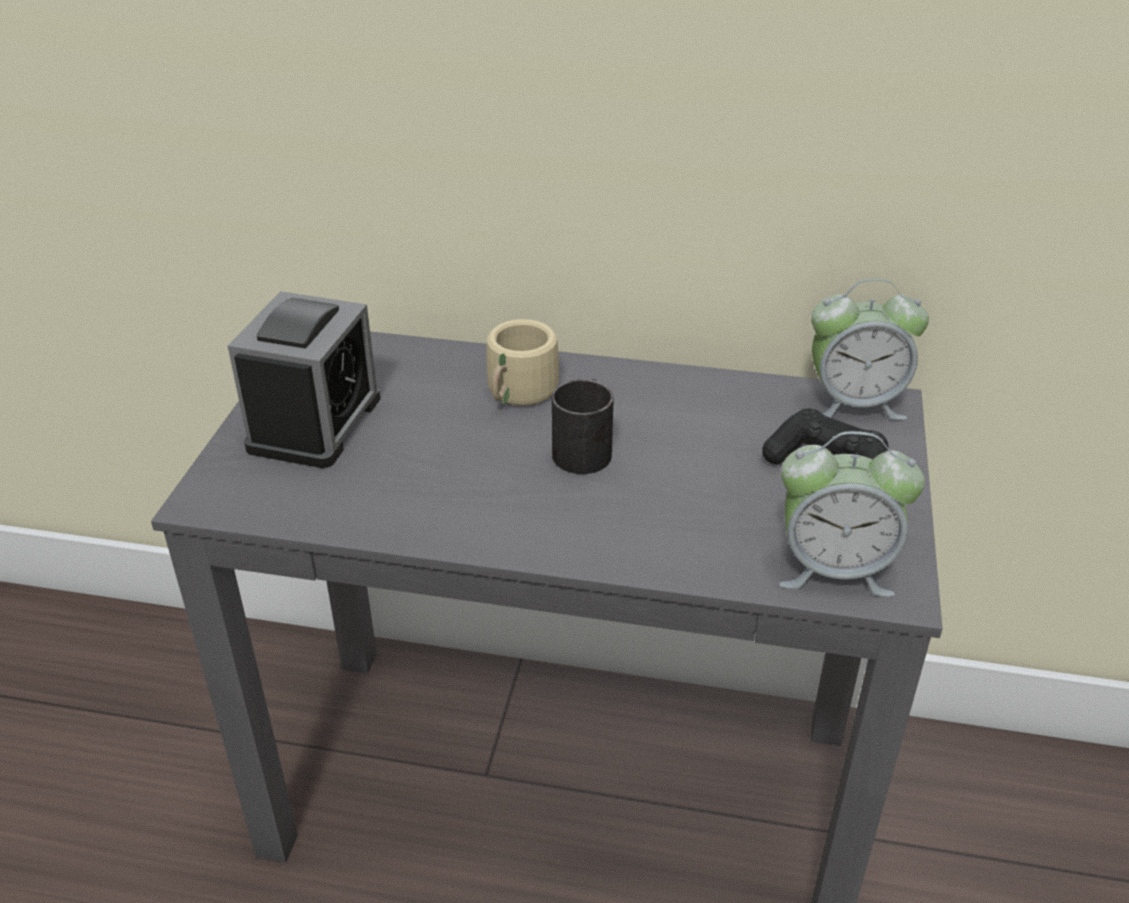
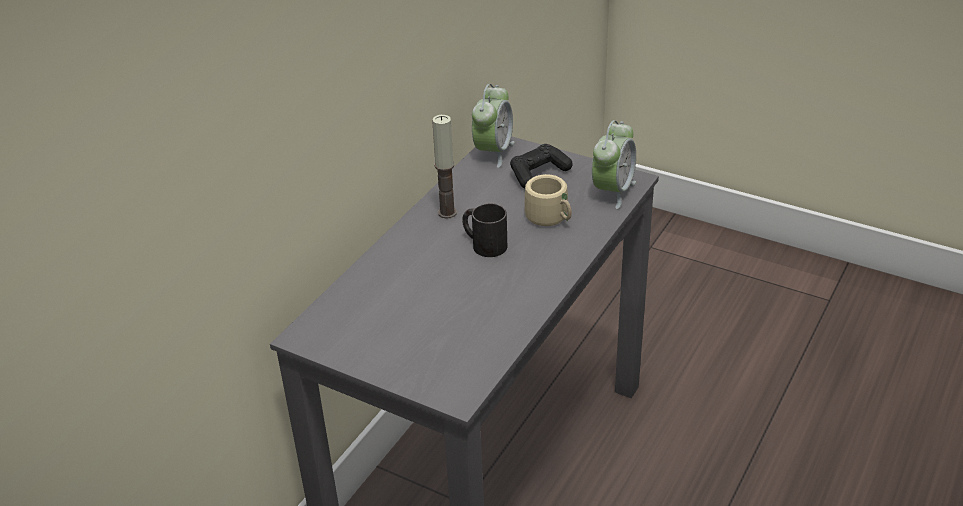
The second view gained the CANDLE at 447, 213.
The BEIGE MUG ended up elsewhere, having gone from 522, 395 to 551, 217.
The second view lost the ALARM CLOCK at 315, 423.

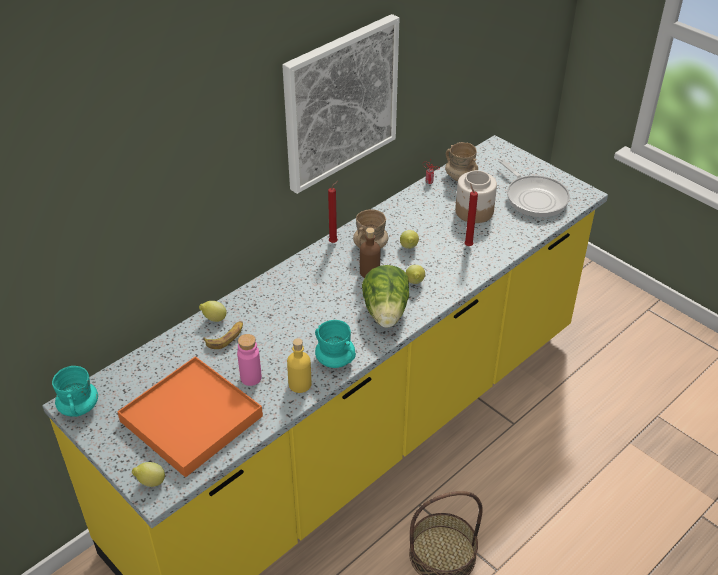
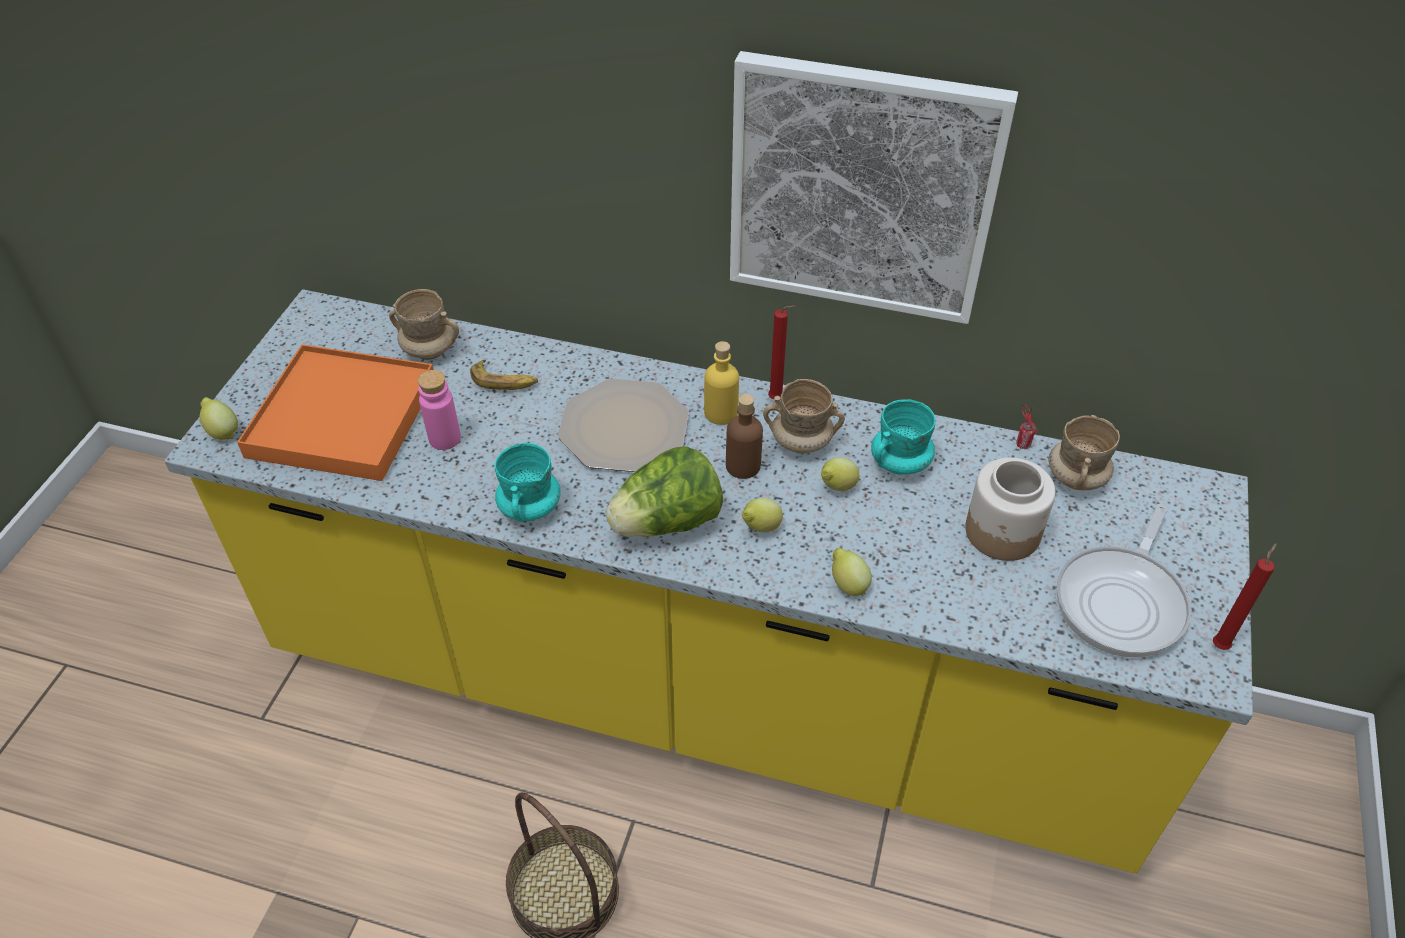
The second view gained the BEIGE MUG at 430, 350.
The second view gained the PLATE at 622, 427.
The YELLOW BOTTLE ended up elsewhere, having gone from 300, 384 to 721, 413.
The LEMON ended up elsewhere, having gone from 214, 319 to 848, 584.
The TURQUOISE MUG ended up elsewhere, having gone from 79, 408 to 900, 463.
The RED CANDLE ended up elsewhere, having gone from 467, 245 to 1220, 644.

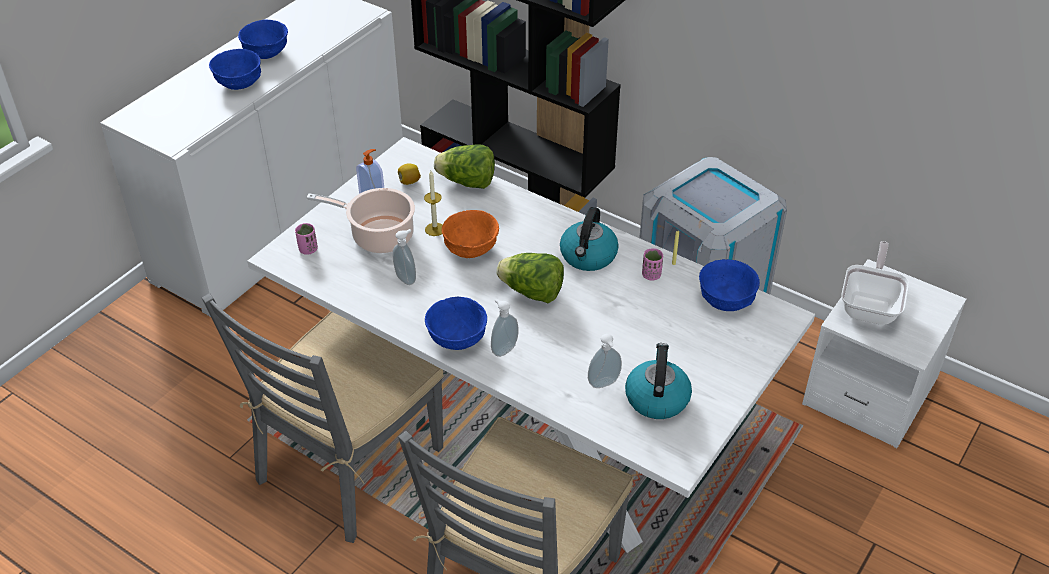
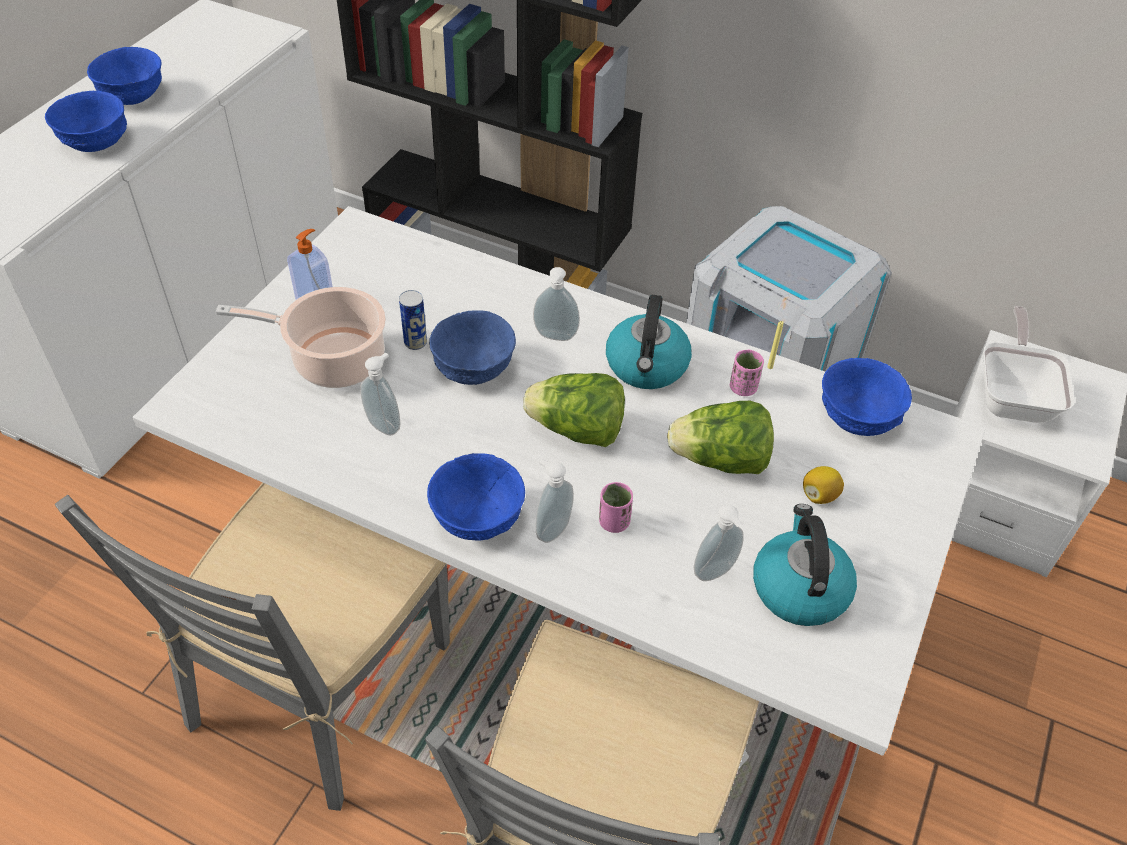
Where the CANDLE stood at 435, 229, the CAN came to stand at 415, 342.
What was the ORANGE BOWL at 471, 249 turned into the BLUE BOWL at 474, 369.
The second view gained the SOAP DISPENSER at 555, 337.
The PINK CUP ended up elsewhere, having gone from 308, 249 to 614, 522.
The LETTUCE ended up elsewhere, having gone from 467, 182 to 720, 460.
The LEMON ended up elsewhere, having gone from 409, 182 to 819, 495.

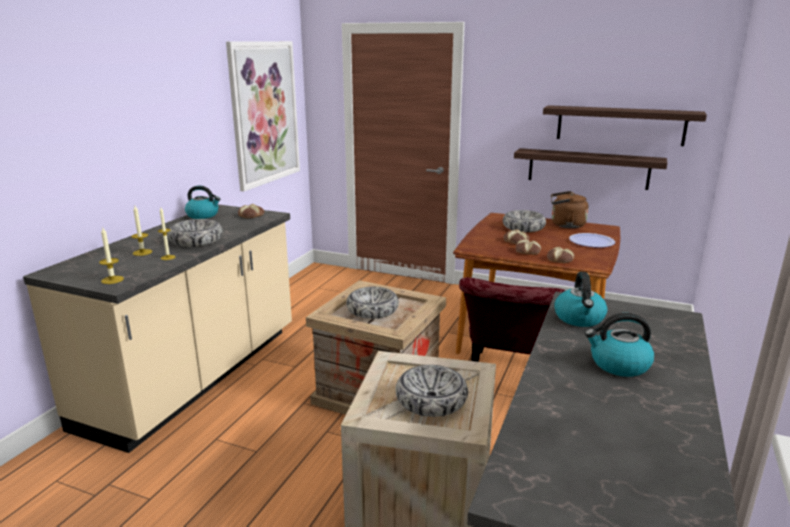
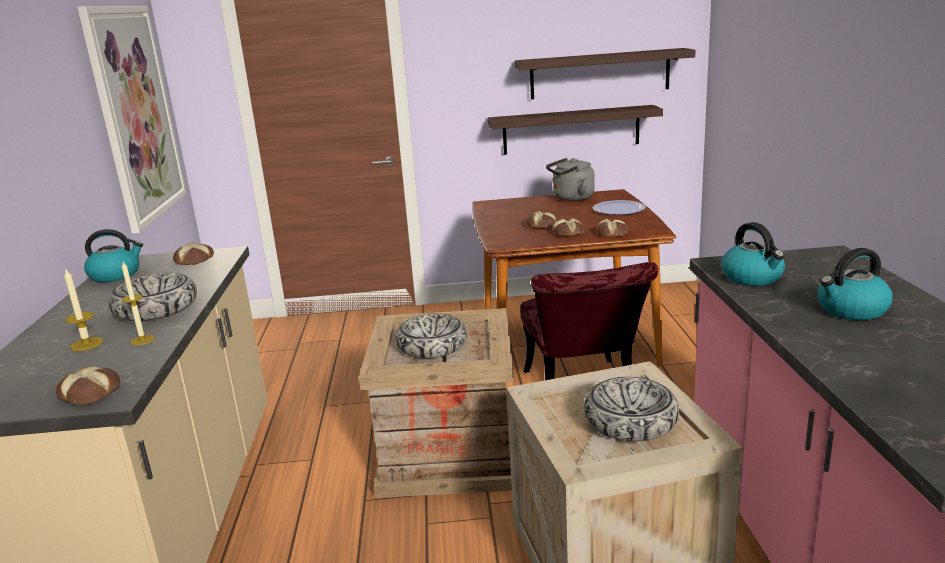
Where the CANDLE stood at 112, 280, the BREAD came to stand at 91, 392.
What was the BROWN KETTLE at 565, 225 turned into the GREY KETTLE at 571, 198.
The second view lost the BOWL at 523, 227.

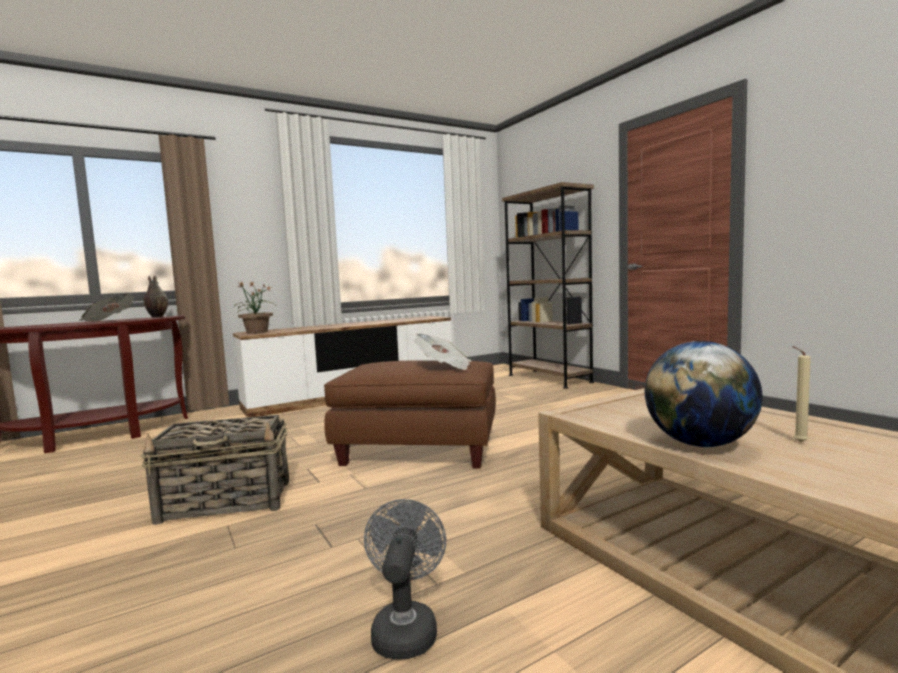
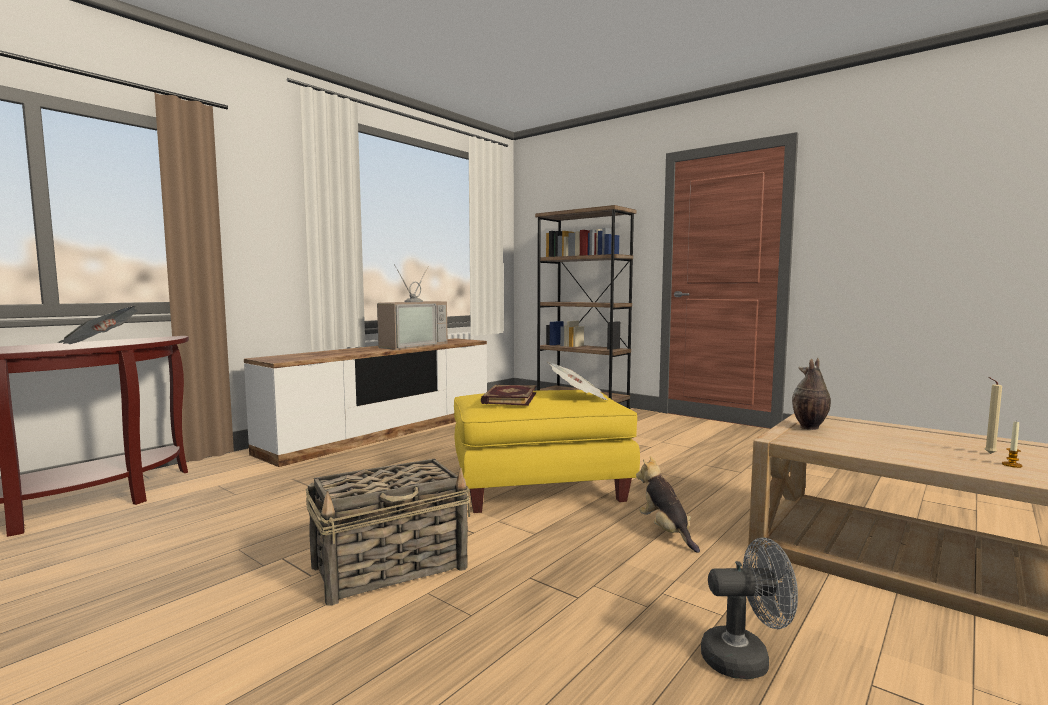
The second view gained the TELEVISION at 411, 345.
What was the BROWN OTTOMAN at 419, 449 turned into the YELLOW OTTOMAN at 540, 487.
The second view gained the BOOK at 508, 398.
The second view gained the PLUSH TOY at 666, 532.
The GREY FAN at 405, 628 ended up facing another way, 105 degrees clockwise from before.
The VASE ended up elsewhere, having gone from 156, 317 to 809, 427.
The second view gained the CANDLE at 1011, 465.
The second view lost the POTTED PLANT at 257, 332.
The second view lost the GLOBE at 700, 444.

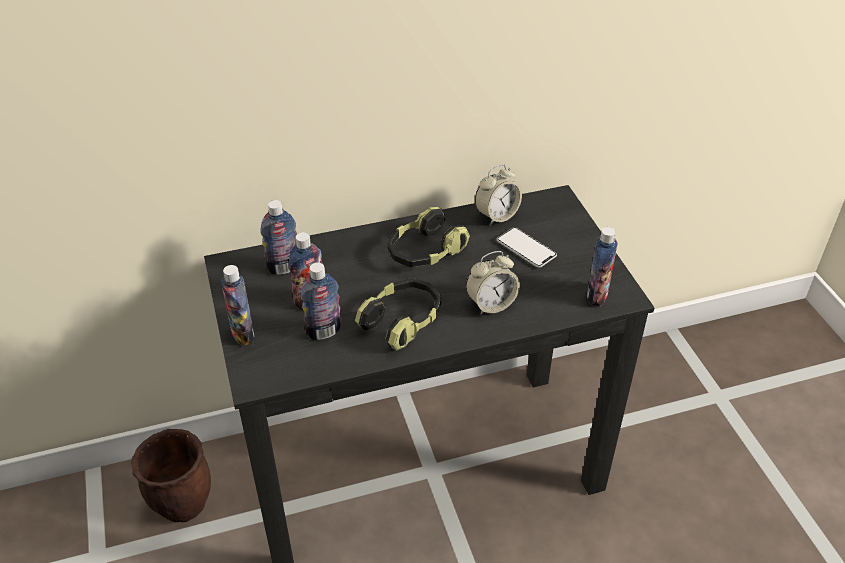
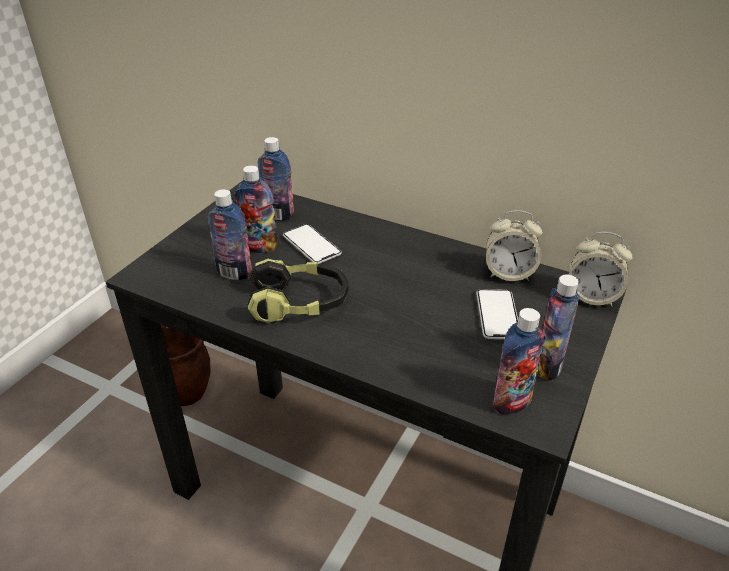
The second view gained the PHONE at 311, 245.
The BOTTLE ended up elsewhere, having gone from 243, 334 to 548, 366.
The ALARM CLOCK ended up elsewhere, having gone from 491, 304 to 592, 296.
The second view lost the HEADPHONES at 425, 252.

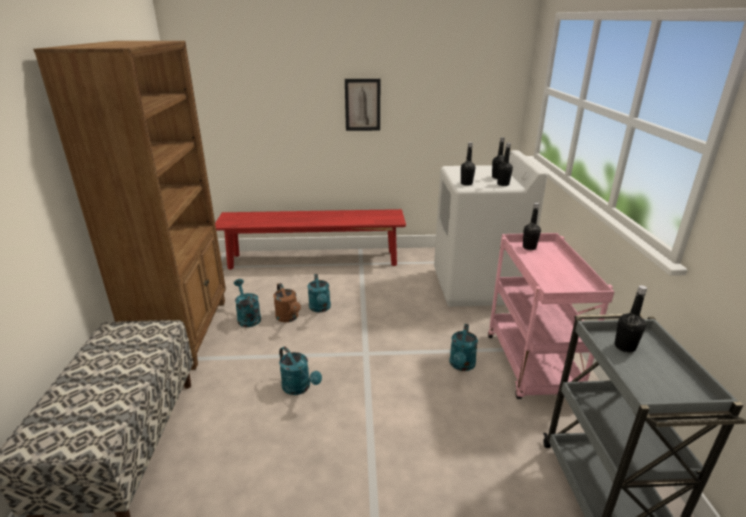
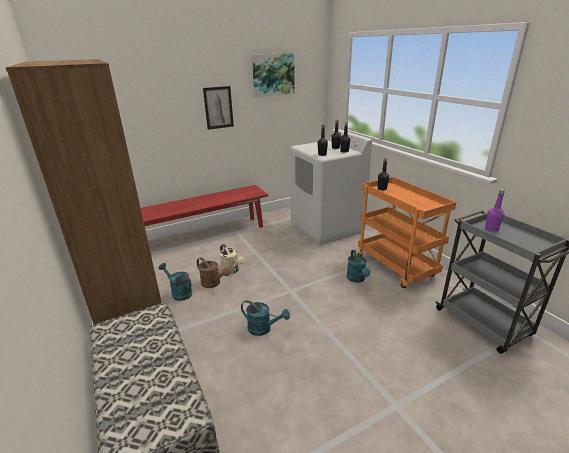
What was the TURQUOISE WATERING CAN at 320, 308 turned into the BEIGE WATERING CAN at 232, 270.
The second view gained the PICTURE at 273, 74.
What was the PINK CART at 532, 367 turned into the ORANGE CART at 396, 267.
What was the BLACK BOTTLE at 624, 347 turned into the PURPLE BOTTLE at 491, 229.

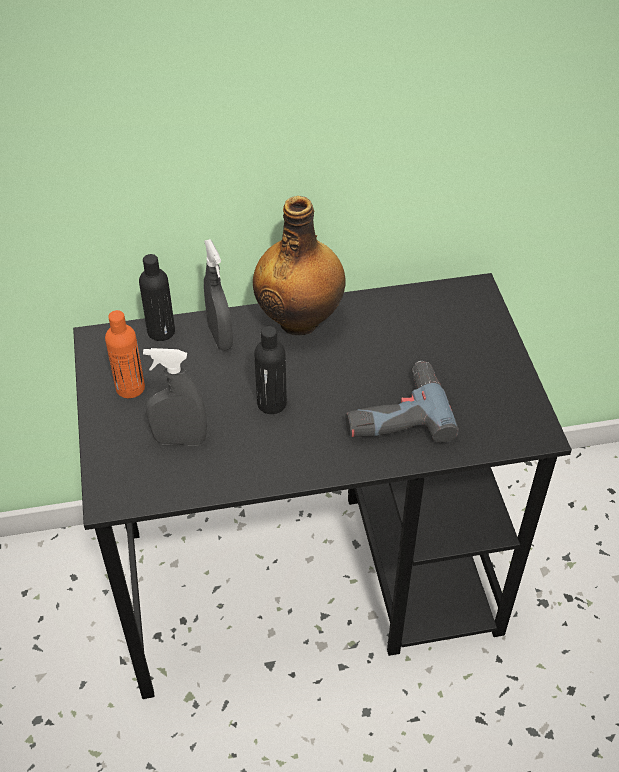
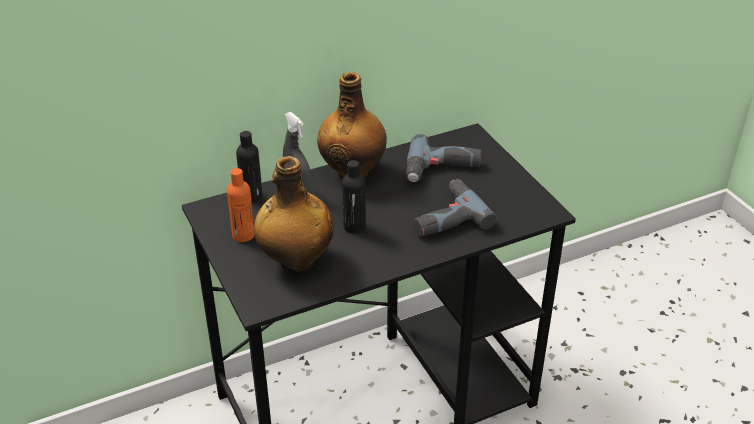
Where the GREY SPRAY BOTTLE stood at 180, 440, the BOTTLE came to stand at 295, 260.
The second view gained the POWER DRILL at 442, 170.

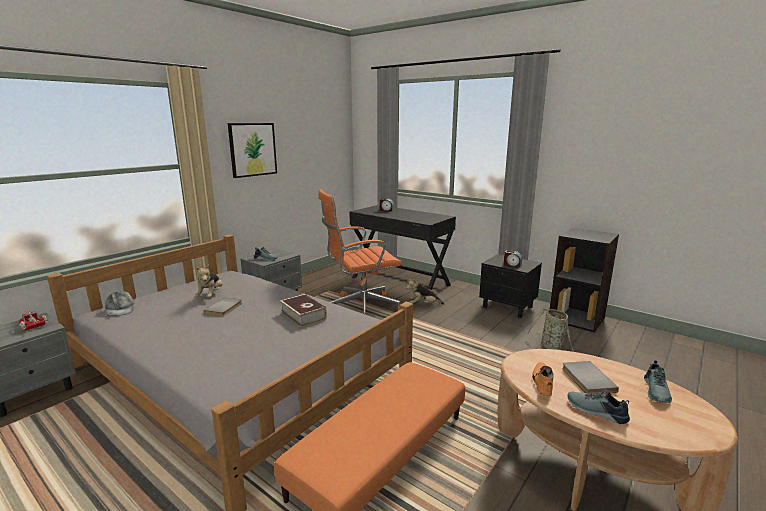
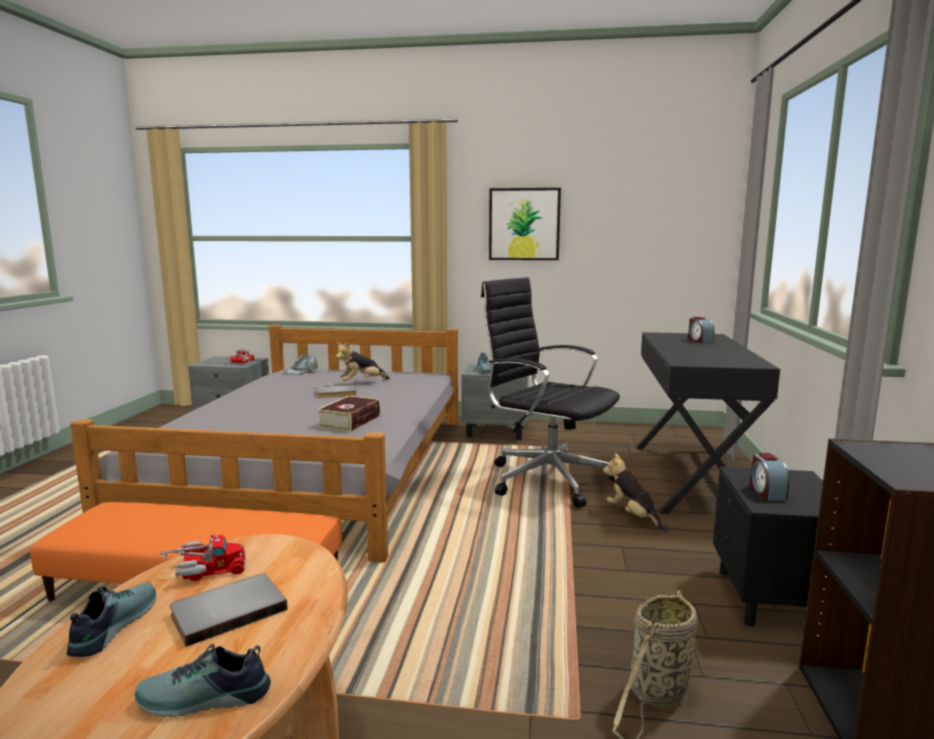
Where the ORANGE SHOE stood at 542, 382, the TOY TRUCK came to stand at 204, 570.
What was the ORANGE OFFICE CHAIR at 361, 308 turned into the BLACK OFFICE CHAIR at 547, 479.

